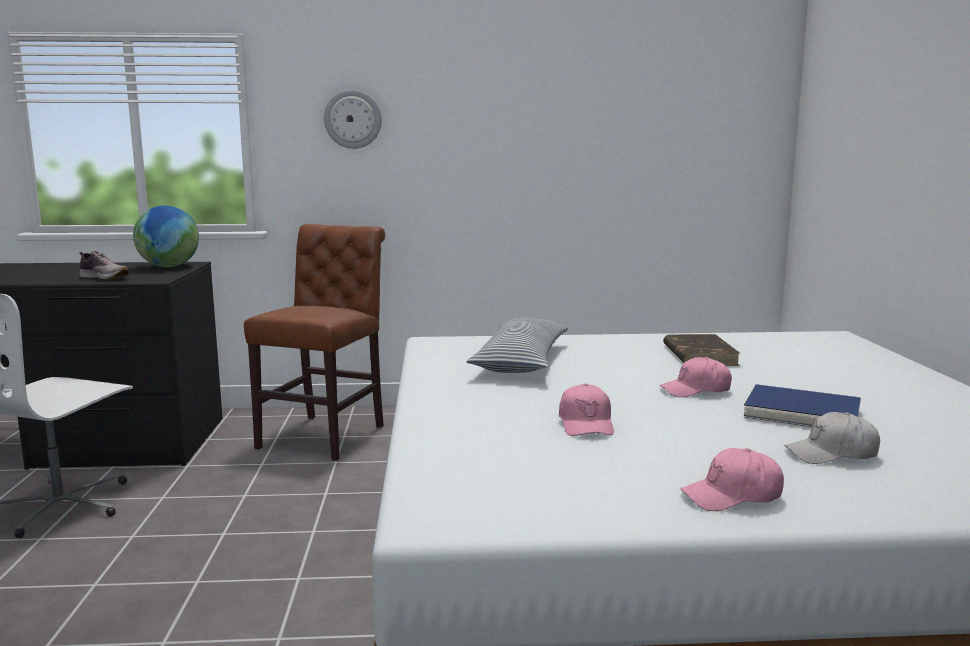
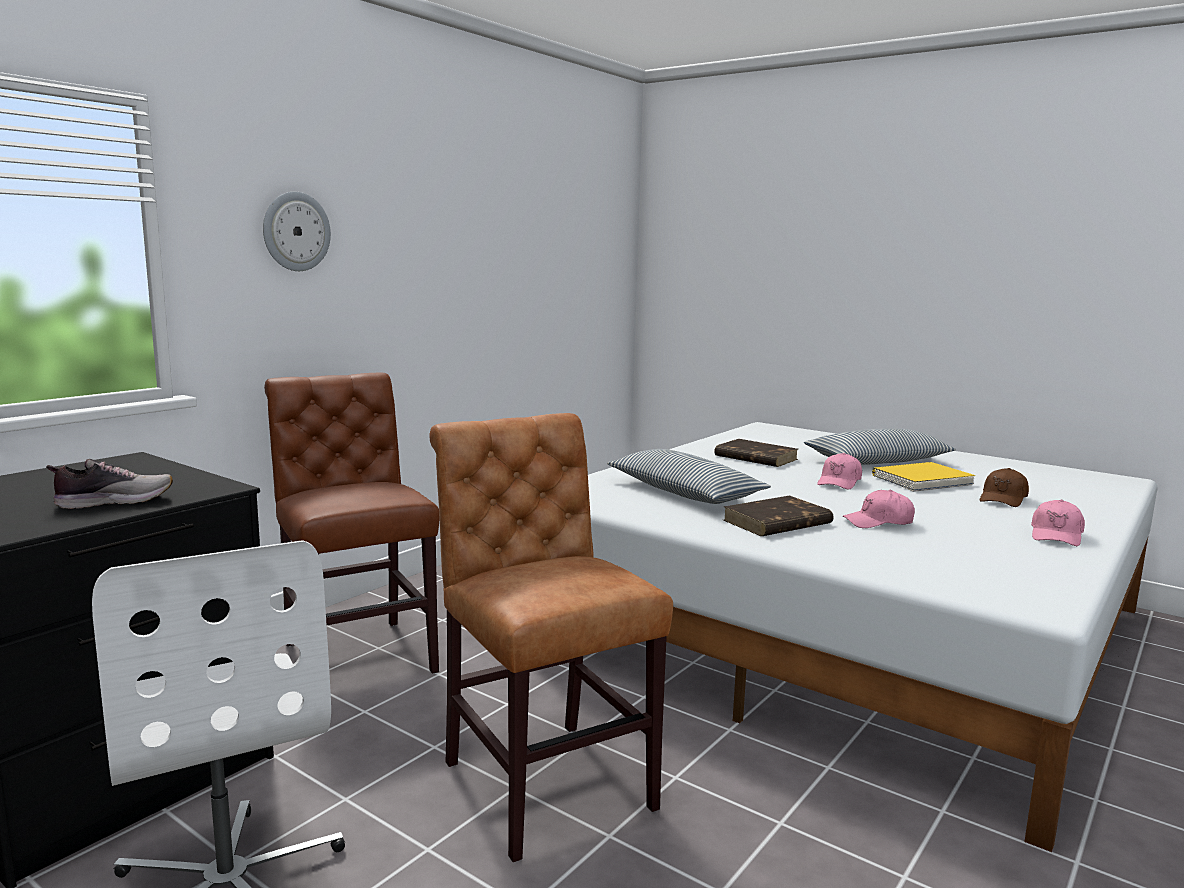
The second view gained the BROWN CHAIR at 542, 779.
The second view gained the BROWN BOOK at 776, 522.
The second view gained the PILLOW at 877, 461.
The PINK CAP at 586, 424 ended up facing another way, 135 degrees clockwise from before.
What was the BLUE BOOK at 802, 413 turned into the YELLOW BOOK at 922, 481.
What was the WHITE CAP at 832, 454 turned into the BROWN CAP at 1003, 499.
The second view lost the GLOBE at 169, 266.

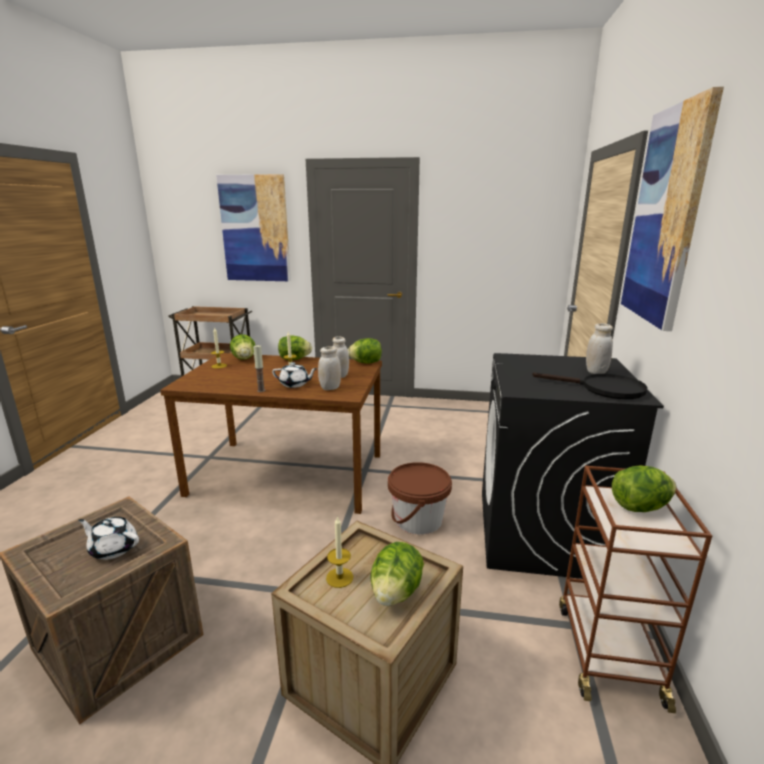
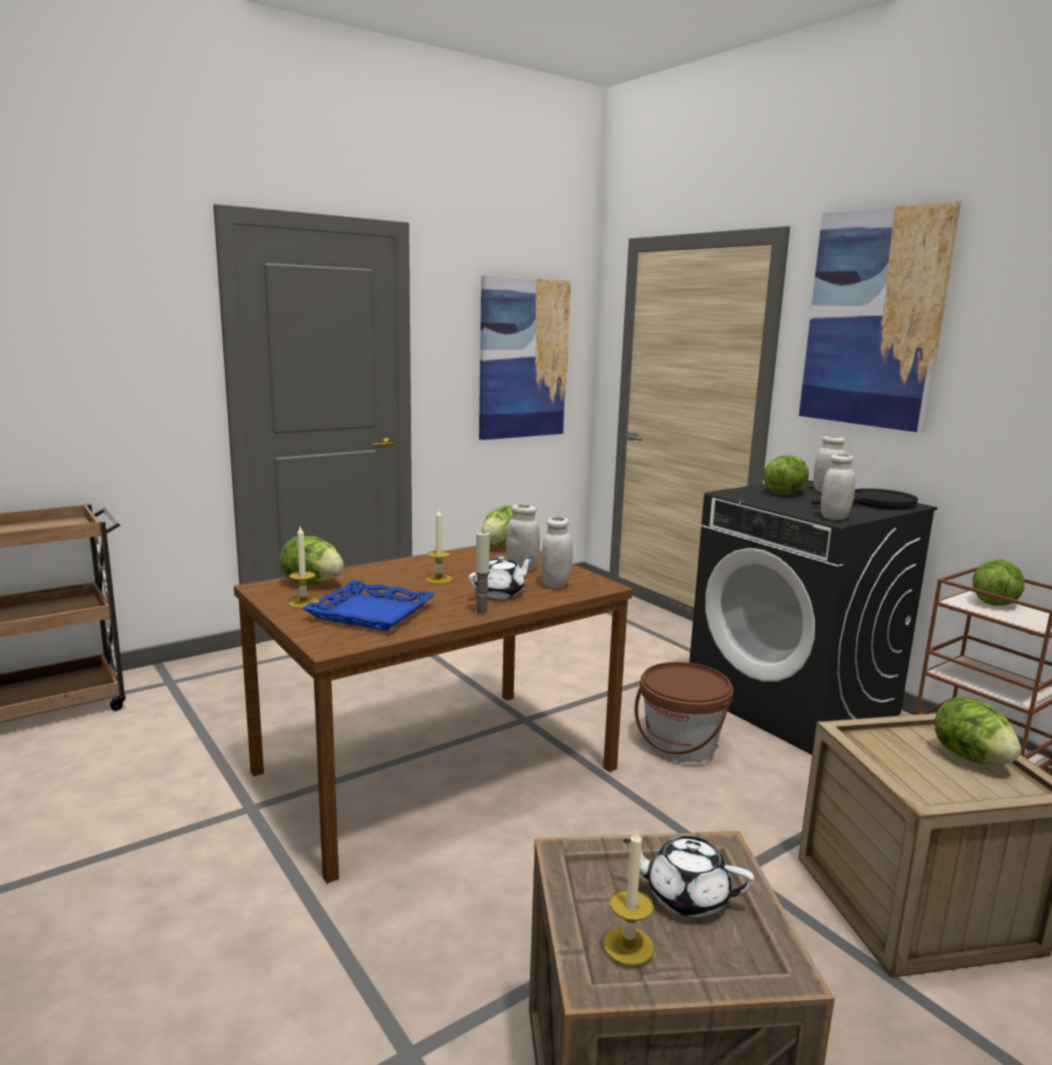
The second view gained the BLUE TRAY at 370, 613.
The PICTURE ended up elsewhere, having gone from 255, 229 to 523, 358.
The CANDLE ended up elsewhere, having gone from 339, 577 to 628, 945.
The WHITE TEAPOT at 113, 548 ended up facing another way, 45 degrees clockwise from before.
The LETTUCE ended up elsewhere, having gone from 294, 359 to 785, 493.
The second view gained the WHITE JAR at 834, 518.

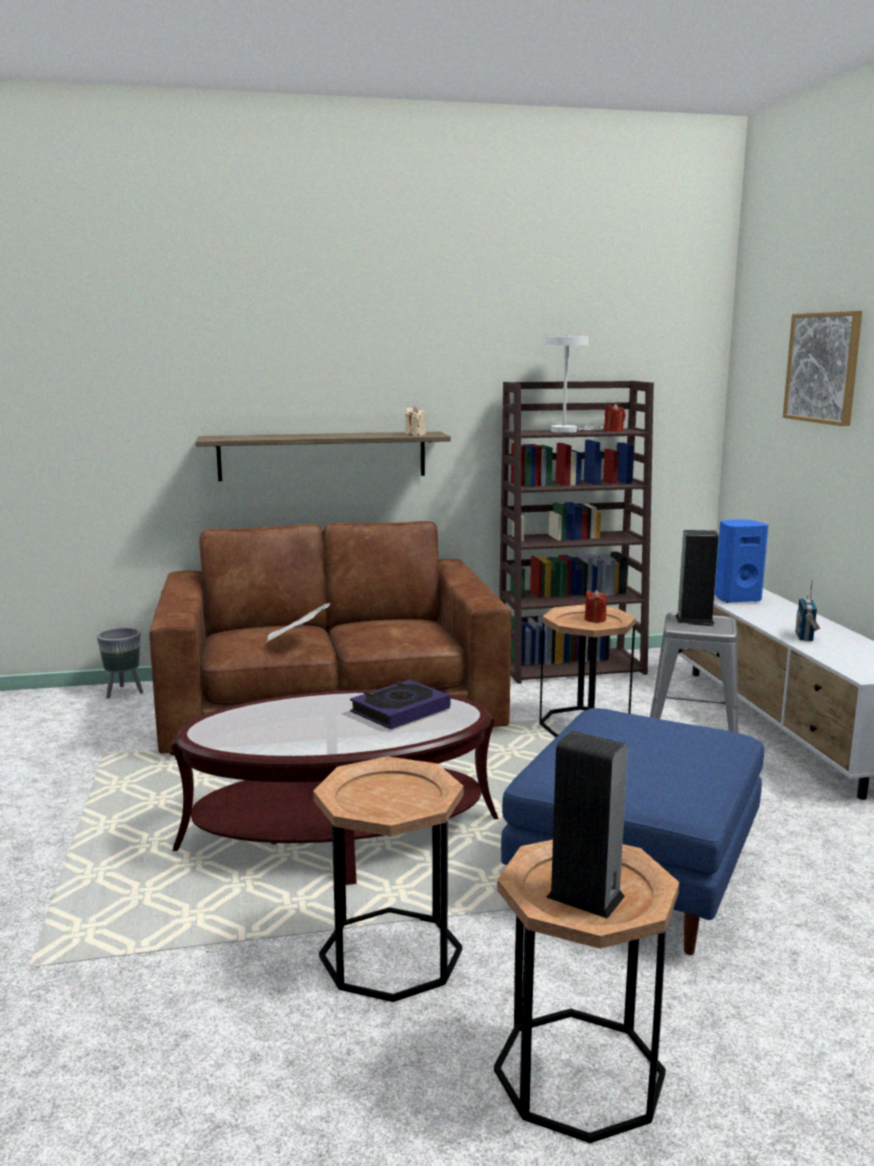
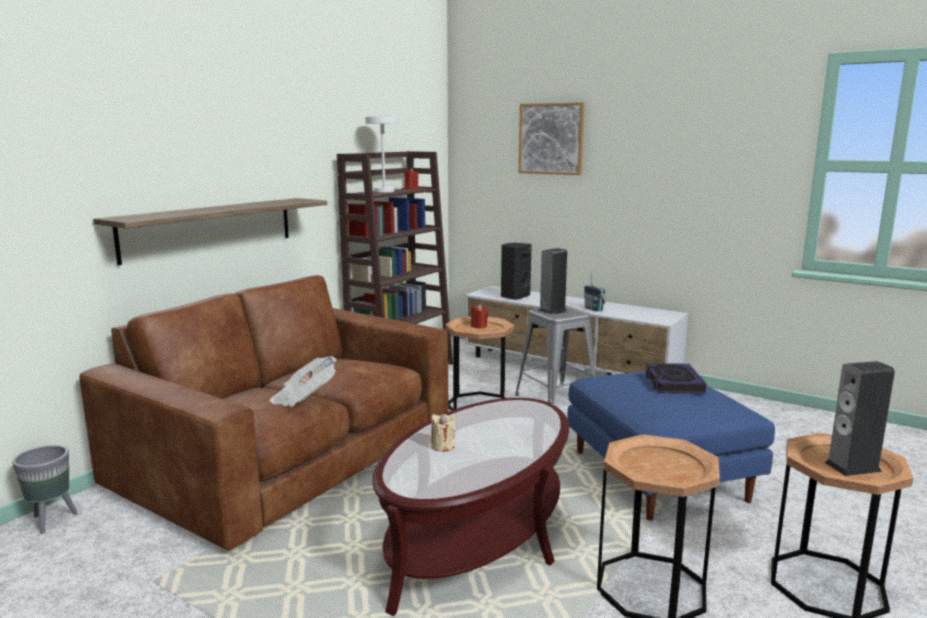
The BEIGE CANDLE ended up elsewhere, having gone from 415, 434 to 443, 446.
What was the BLUE SPEAKER at 736, 599 turned into the BLACK SPEAKER at 514, 296.
The BOOK ended up elsewhere, having gone from 400, 710 to 673, 383.

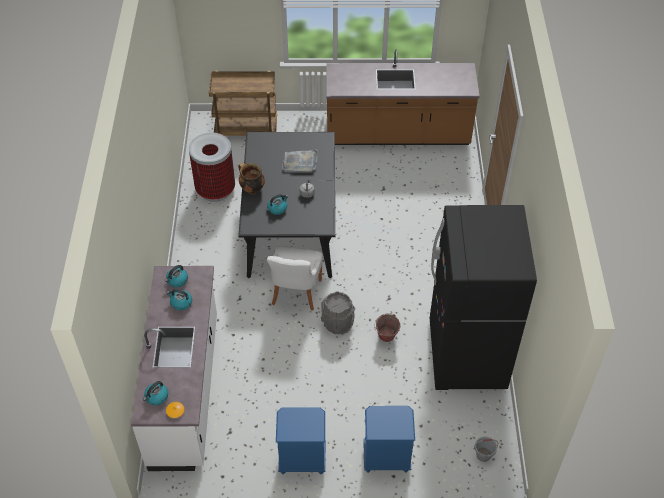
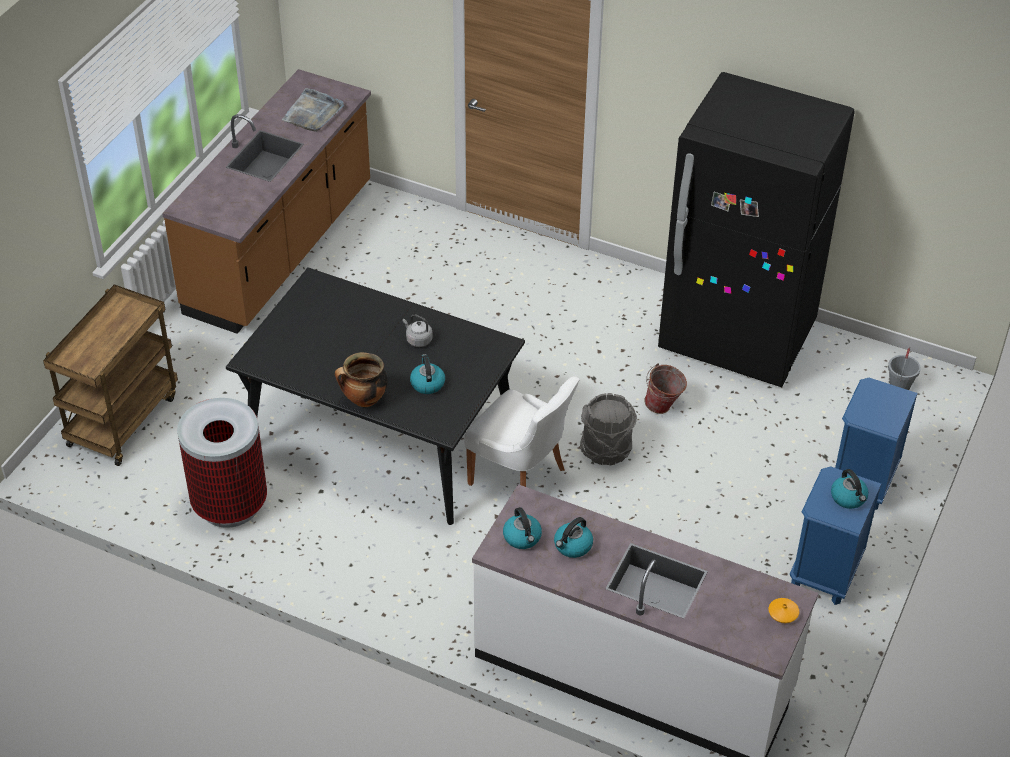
The GREY TRAY ended up elsewhere, having gone from 300, 162 to 313, 113.
The KETTLE ended up elsewhere, having gone from 156, 397 to 849, 498.

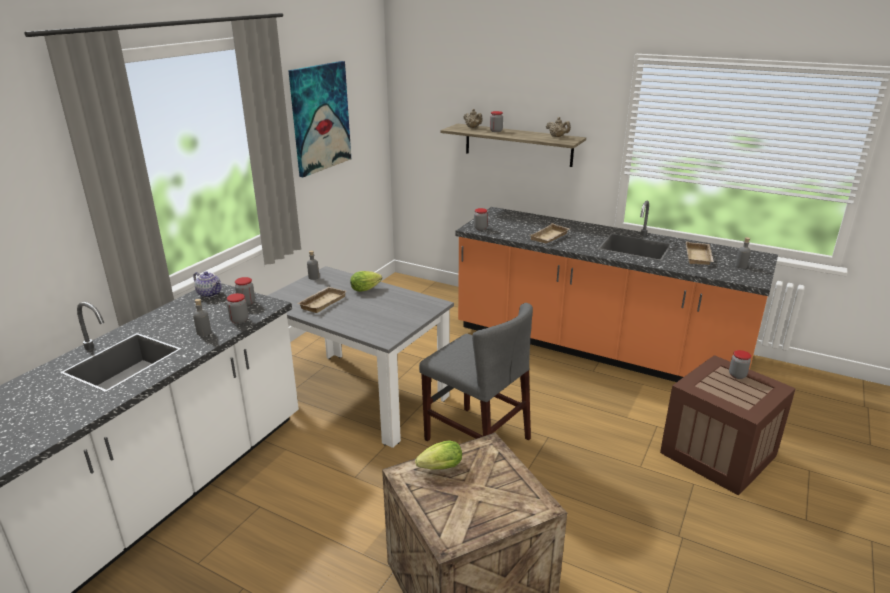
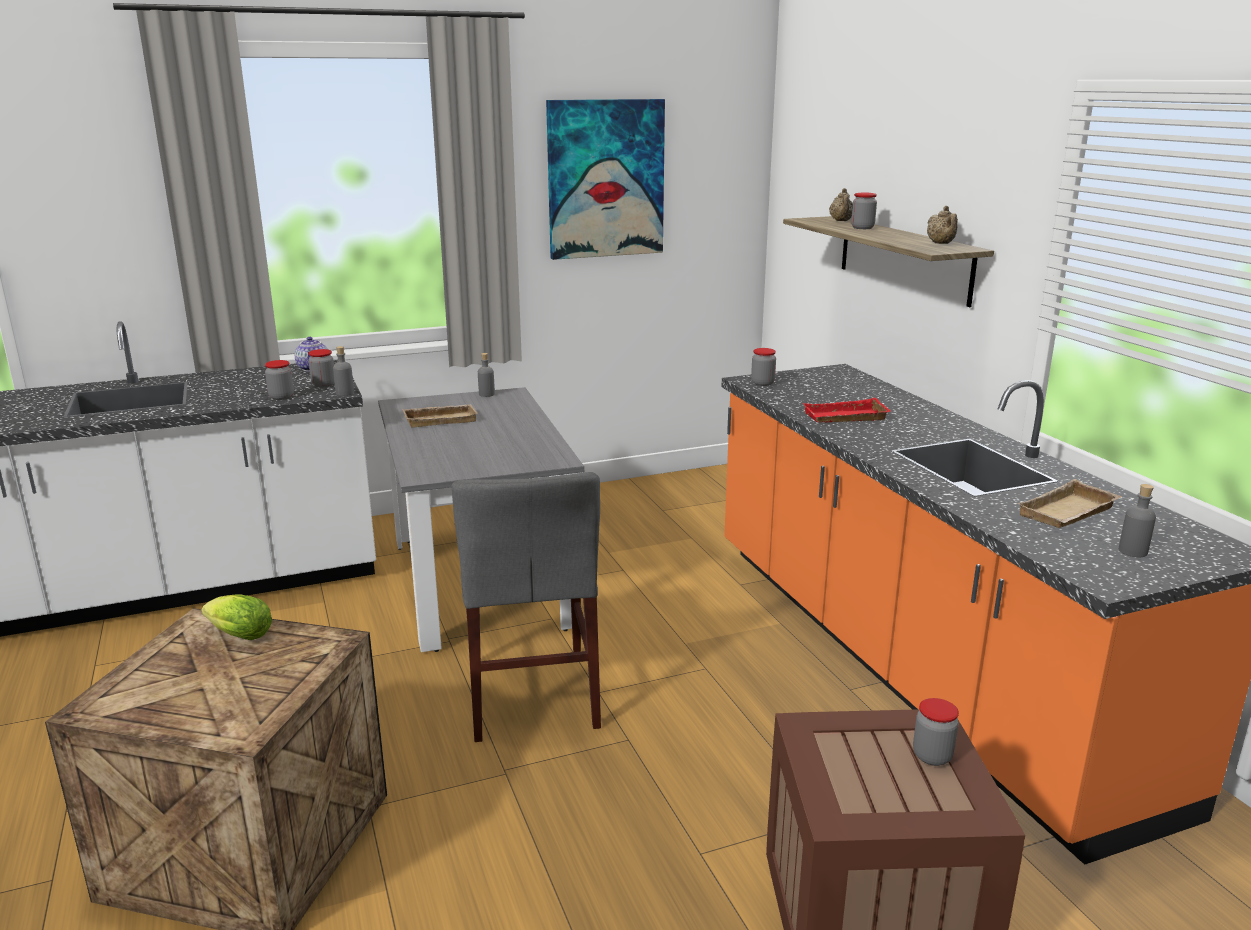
The GREY BOTTLE ended up elsewhere, having gone from 204, 332 to 345, 393.
What was the BEIGE TRAY at 550, 237 turned into the RED TRAY at 845, 418.
The second view lost the LETTUCE at 367, 289.

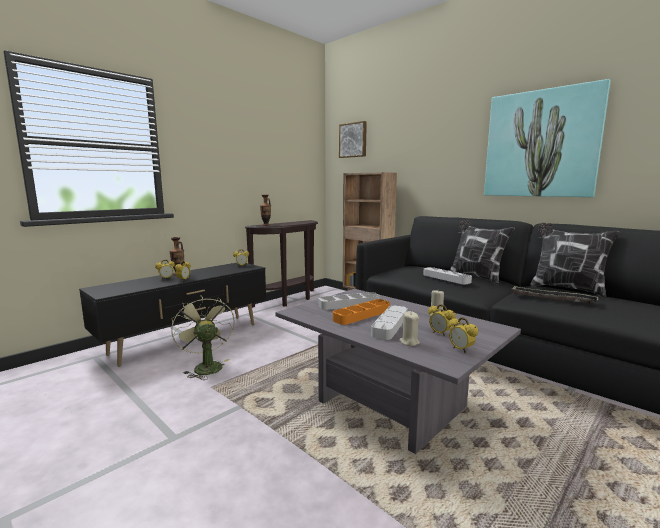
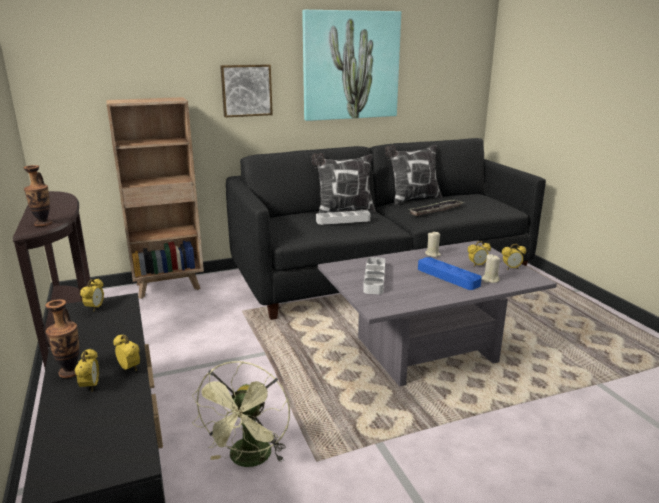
The GREEN FAN at 205, 366 ended up facing another way, 75 degrees counterclockwise from before.
The PICTURE ended up elsewhere, having gone from 353, 140 to 246, 90.
What was the GREY TRAY at 390, 325 turned into the BLUE TRAY at 448, 277.
The second view lost the ORANGE TRAY at 362, 315.

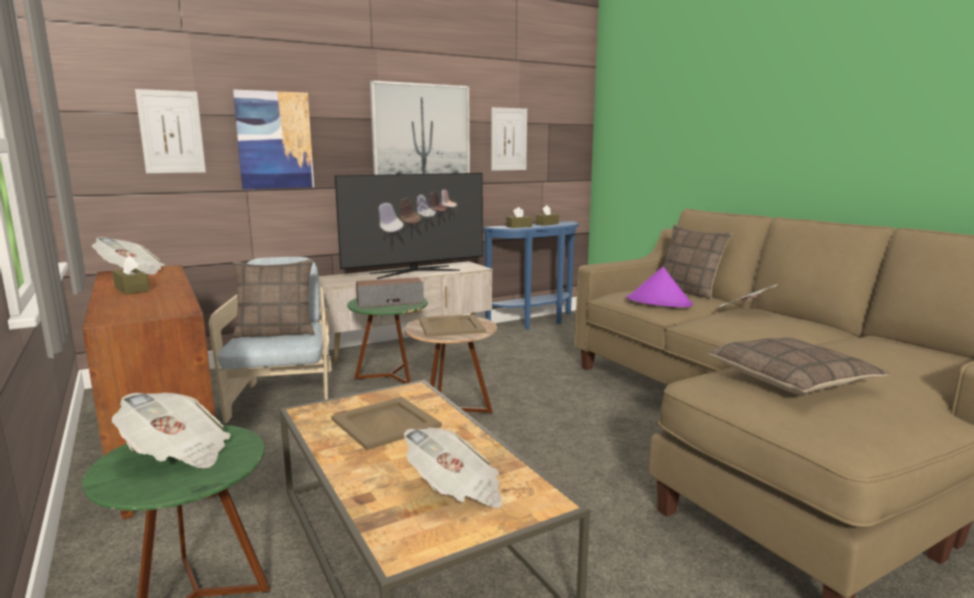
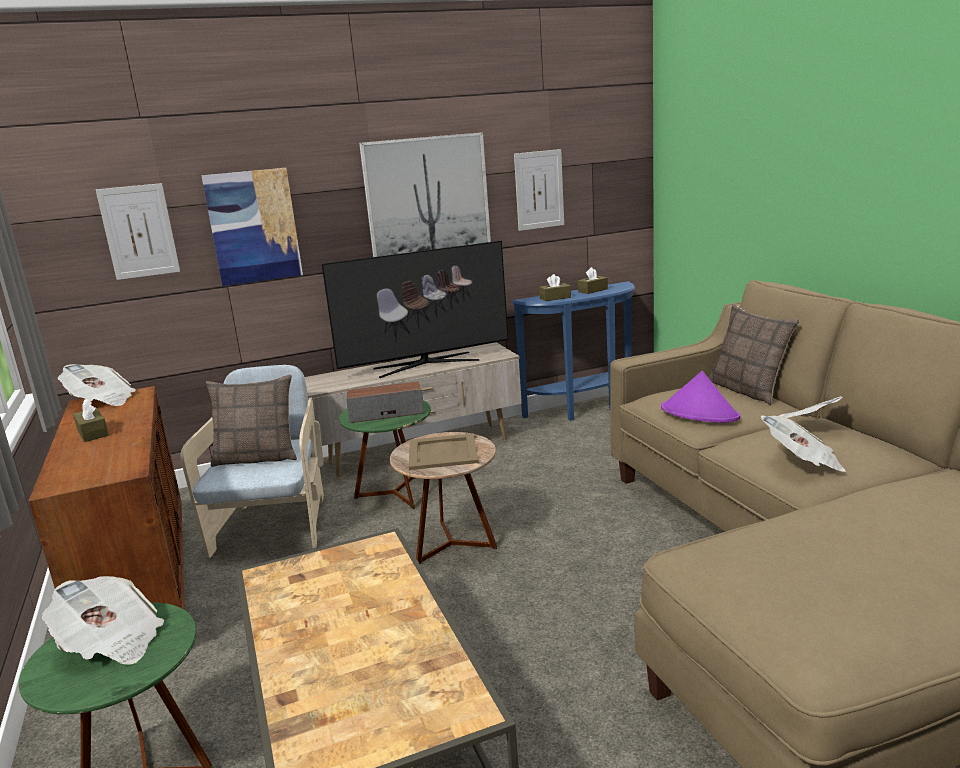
The NEWSPAPER ended up elsewhere, having gone from 456, 491 to 802, 462.
The second view lost the BEIGE TRAY at 385, 423.
The second view lost the PILLOW at 791, 379.

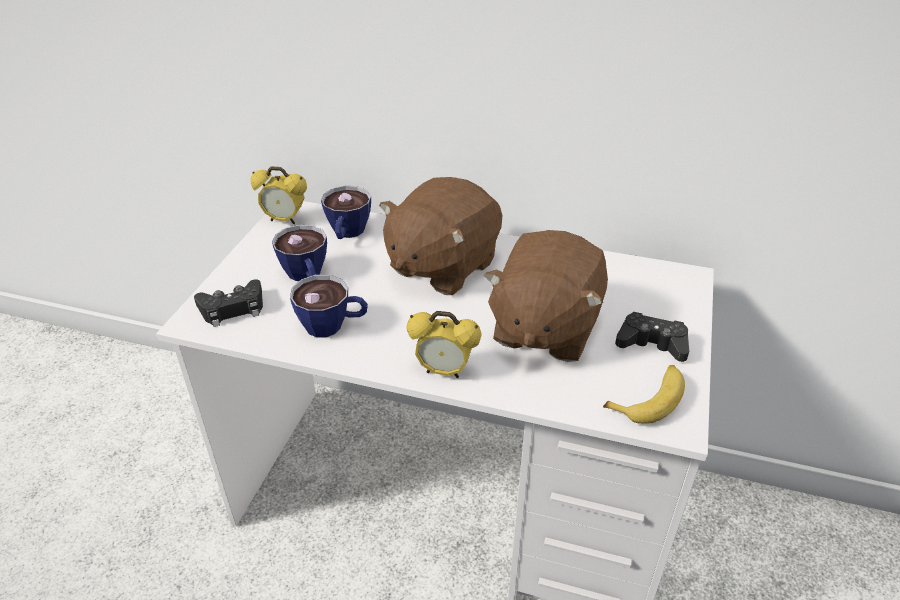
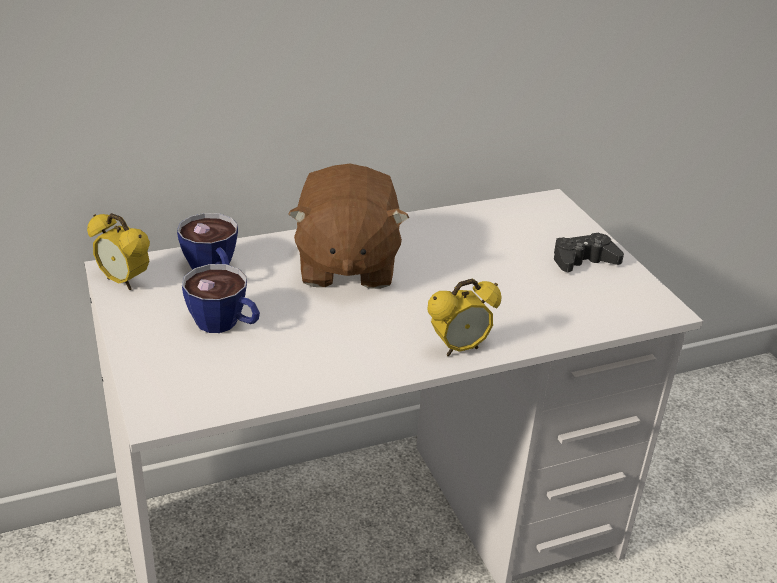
The ALARM CLOCK at 284, 220 ended up facing another way, 60 degrees clockwise from before.
The second view lost the BLACK GAME CONTROLLER at 232, 308.
The second view lost the CUP at 333, 325.
The second view lost the BROWN PLUSH TOY at 544, 328.
The second view lost the BANANA at 649, 399.

